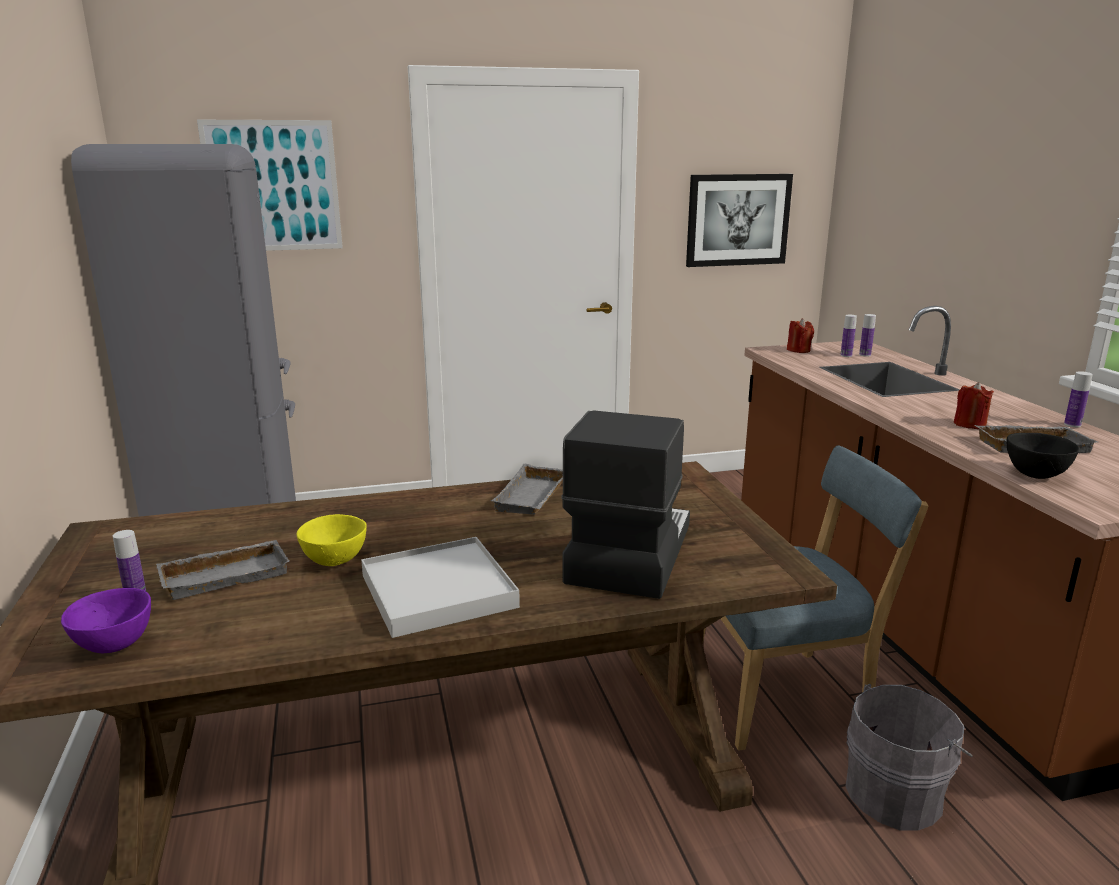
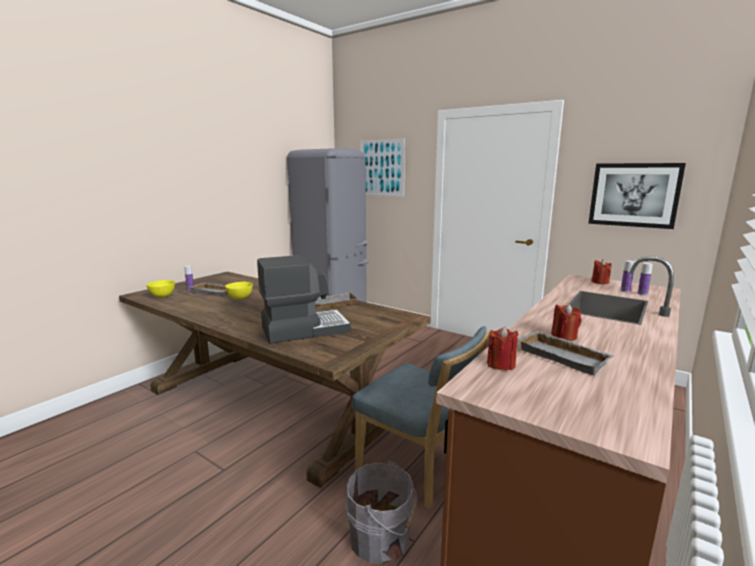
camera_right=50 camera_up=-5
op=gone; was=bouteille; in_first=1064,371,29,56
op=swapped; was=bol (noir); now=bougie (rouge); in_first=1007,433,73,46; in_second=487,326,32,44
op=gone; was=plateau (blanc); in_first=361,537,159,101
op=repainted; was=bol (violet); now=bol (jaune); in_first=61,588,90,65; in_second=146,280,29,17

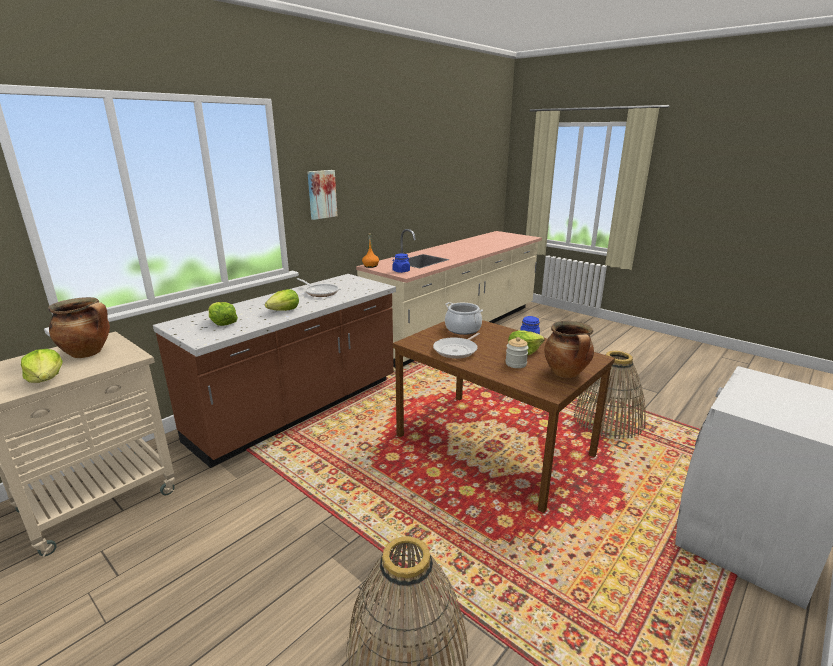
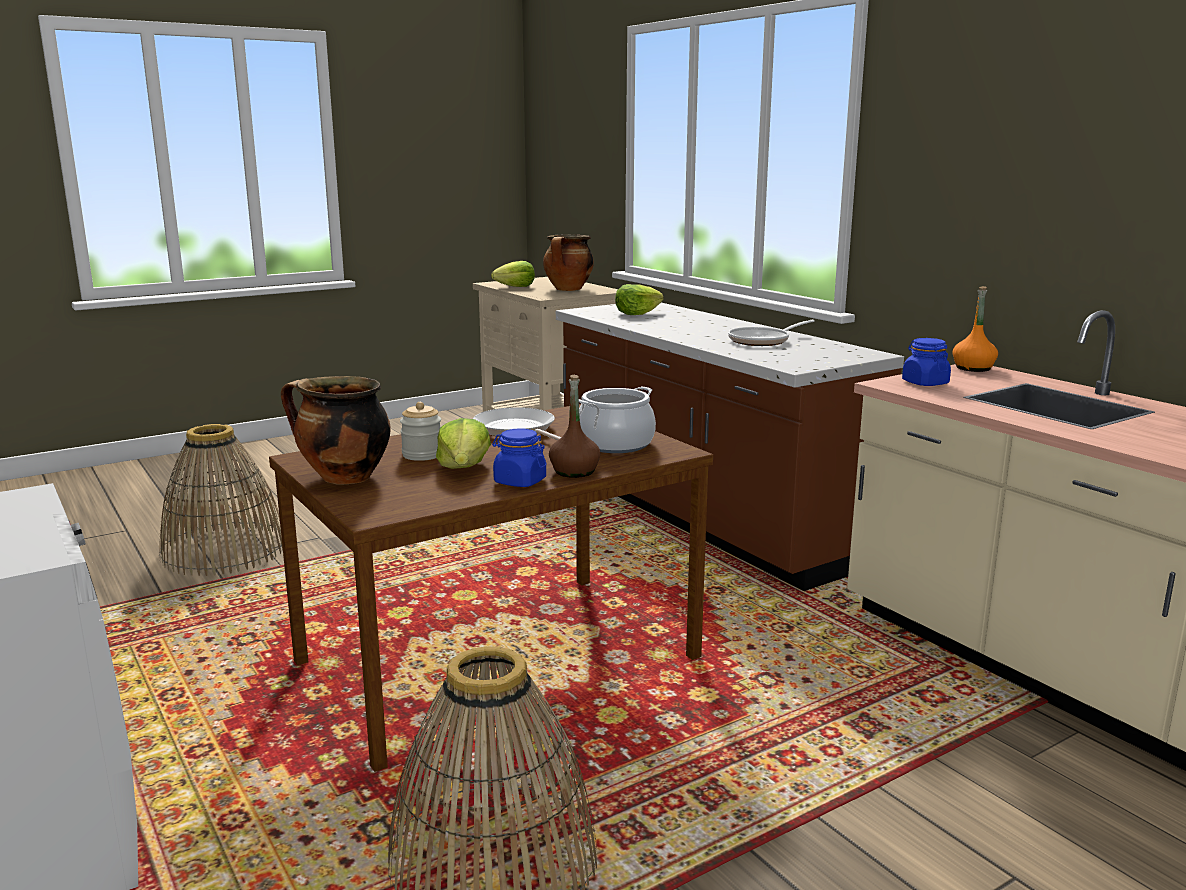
camera_right=105 camera_up=-5
op=gone; was=tableau; in_first=308,170,29,50
op=gone; was=laitue; in_first=265,289,34,22
op=new; now=bouteille (marron); in_second=549,375,51,103

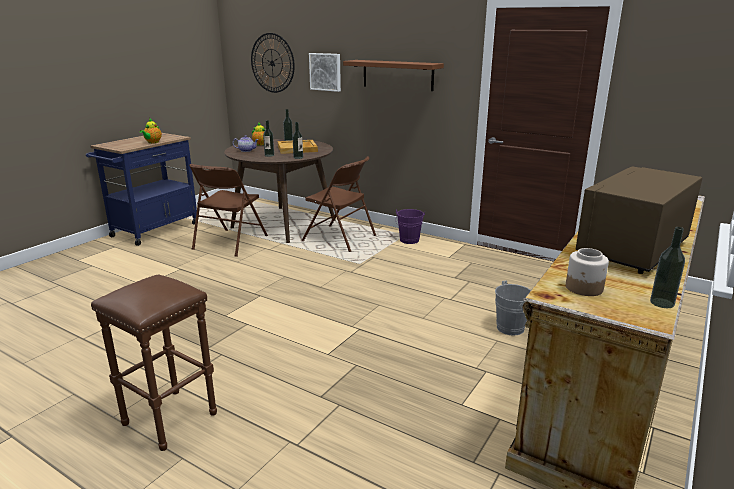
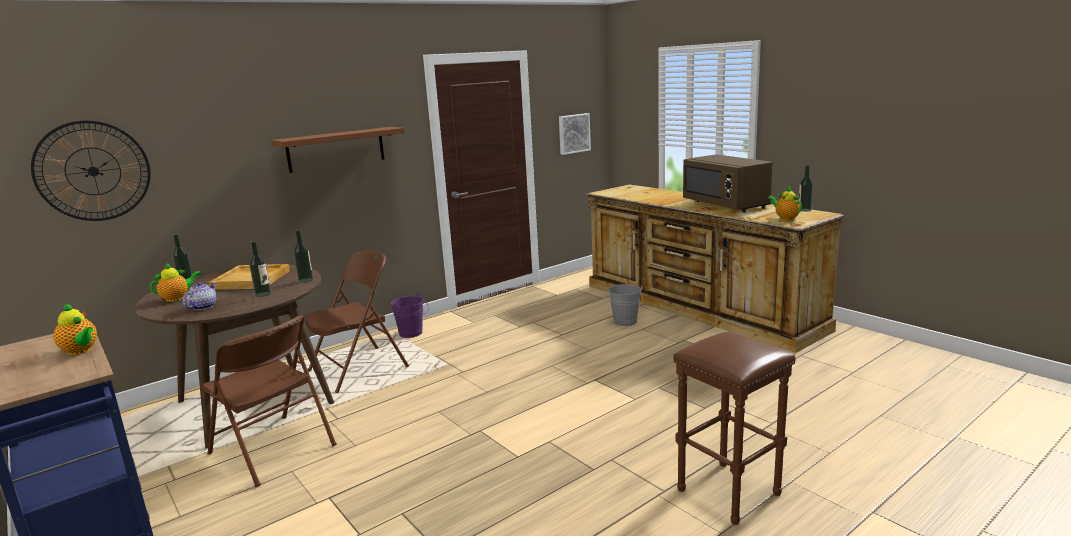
camera_right=-70 camera_up=-5
op=shifted; was=tableau; in_first=309,53,32,39; in_second=559,113,32,42
op=swapped; was=bocal; now=théière; in_first=566,248,43,48; in_second=768,187,34,33

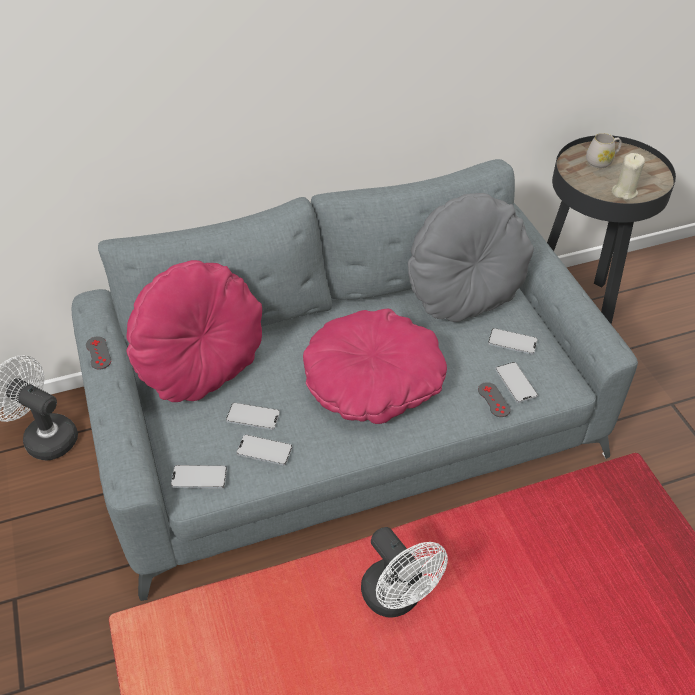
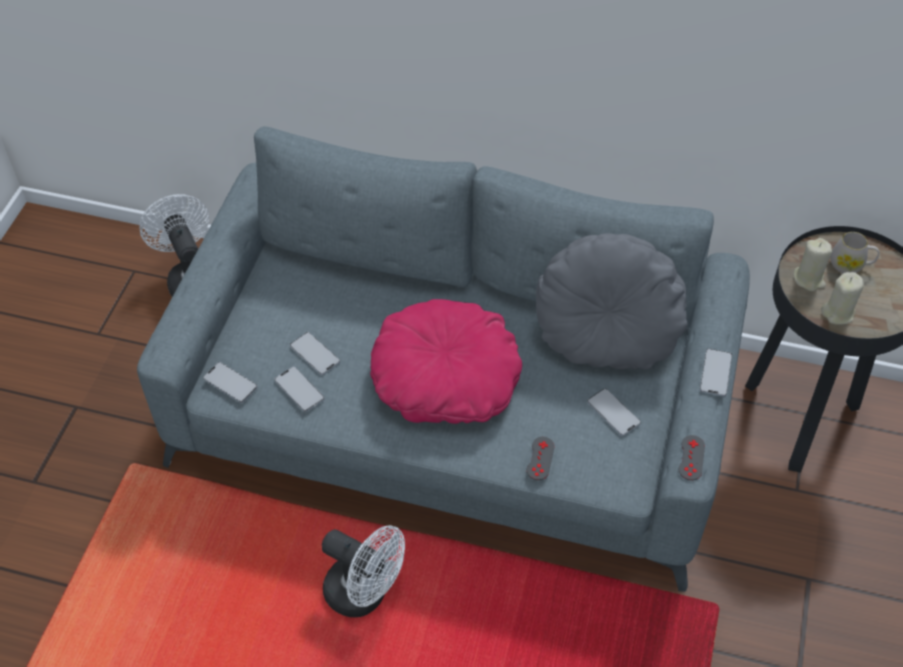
camera_right=35 camera_up=5
op=gone; was=coussin (rose); in_first=126,260,136,142
op=shifted; was=manette (gris); in_first=86,336,25,34; in_second=679,435,26,46
op=shifted; was=téléphone; in_first=495,362,43,41; in_second=700,349,32,48
op=rotated; was=ventilateur (blanc); in_first=361,527,87,91; in_second=322,525,83,92; clockwise=-60
op=new; now=bougie (beige); in_second=794,238,38,53

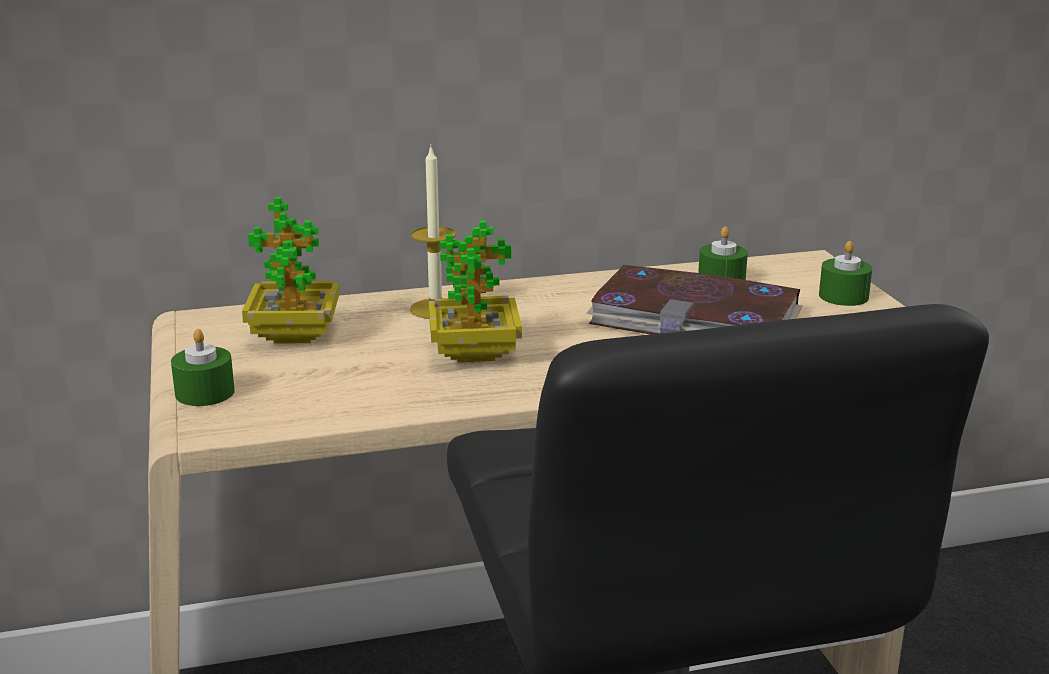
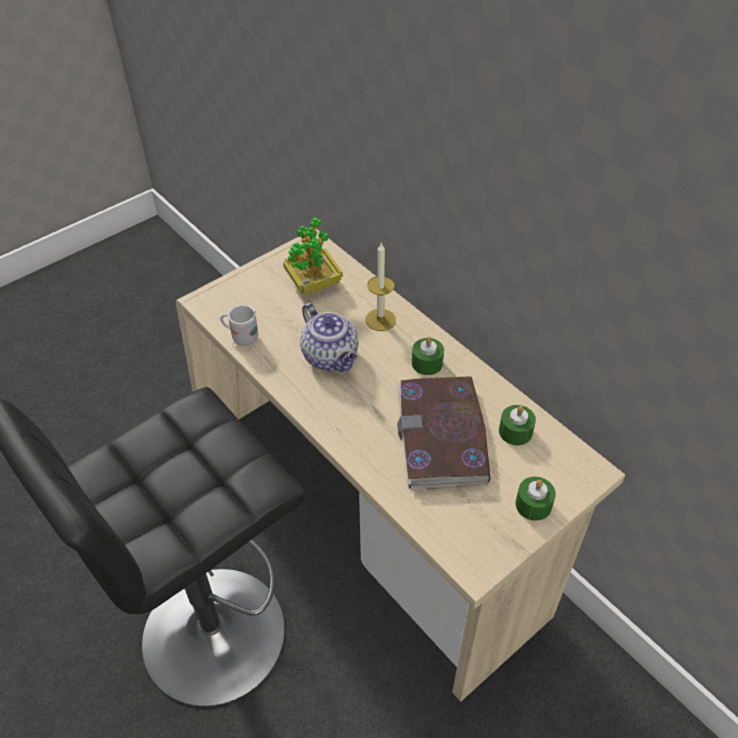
camera_right=65 camera_up=25
op=swapped; was=plante en pot; now=théière; in_first=429,220,93,143; in_second=300,303,59,69
op=shifted; was=bougie (vert); in_first=171,329,64,77; in_second=412,337,32,38
op=new; now=mug (blanc); in_second=220,305,38,41

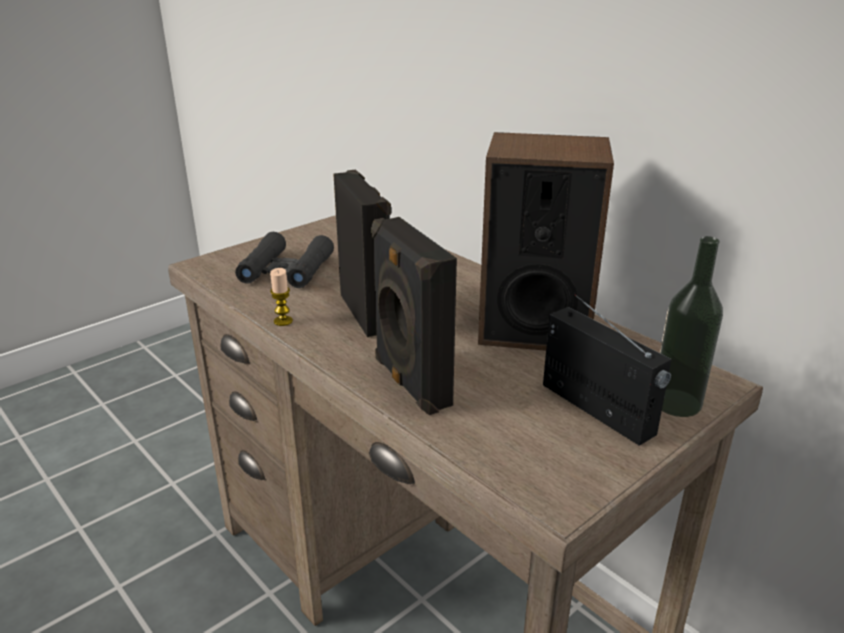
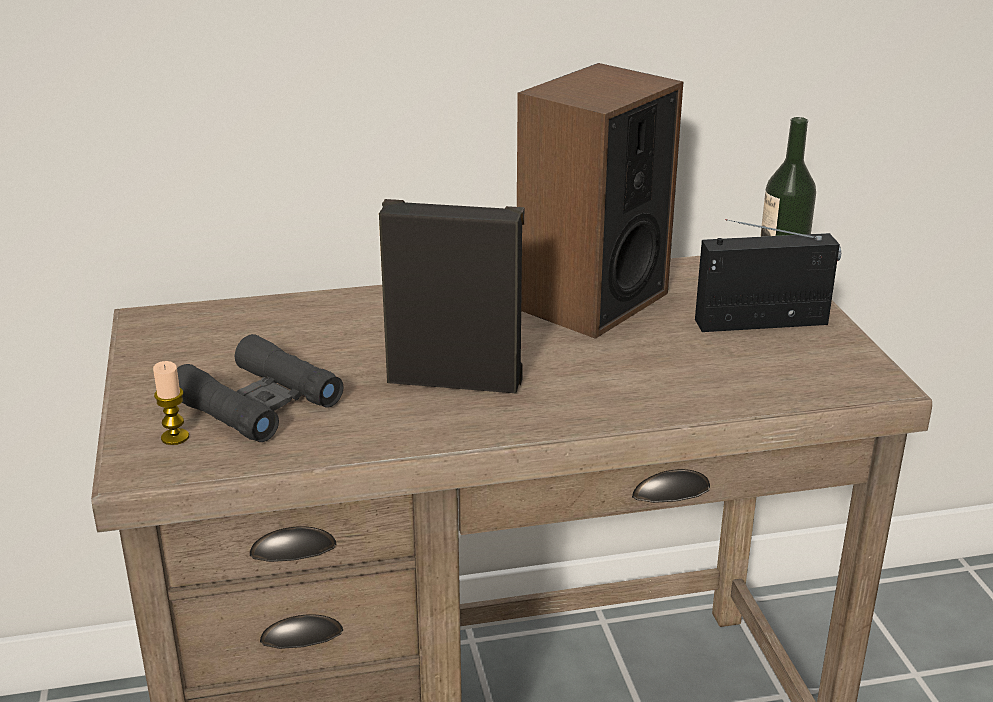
camera_right=-60 camera_up=0
op=gone; was=enceinte (noir); in_first=371,217,86,198
op=shifted; was=bougie; in_first=270,268,23,58; in_second=153,361,36,84

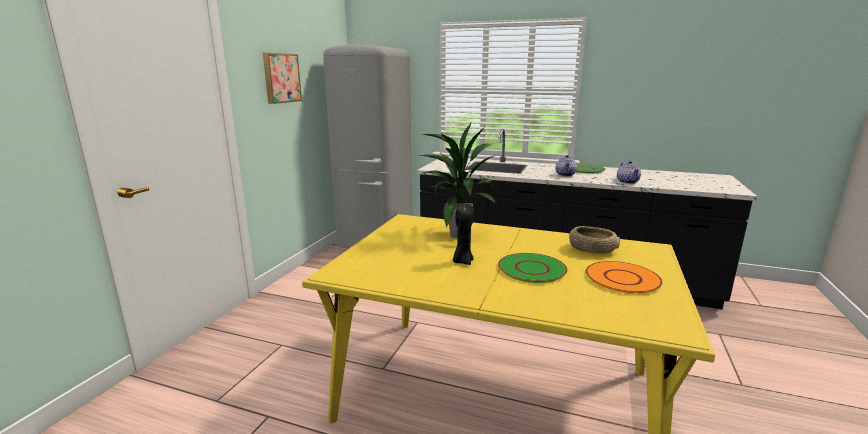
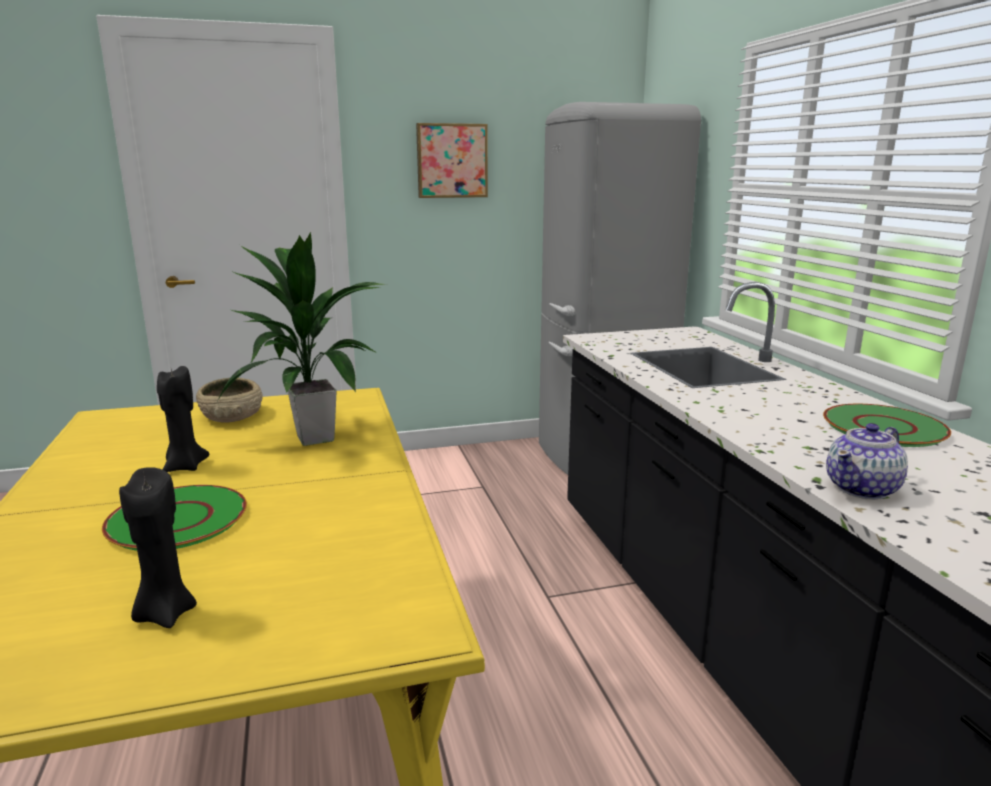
camera_right=55 camera_up=0
op=gone; was=théière; in_first=555,155,22,22
op=shifted; was=bol (beige); in_first=569,226,51,28; in_second=196,378,67,44
op=swapped; was=assiette (orange); now=bougie (noir); in_first=586,261,77,33; in_second=119,467,78,161

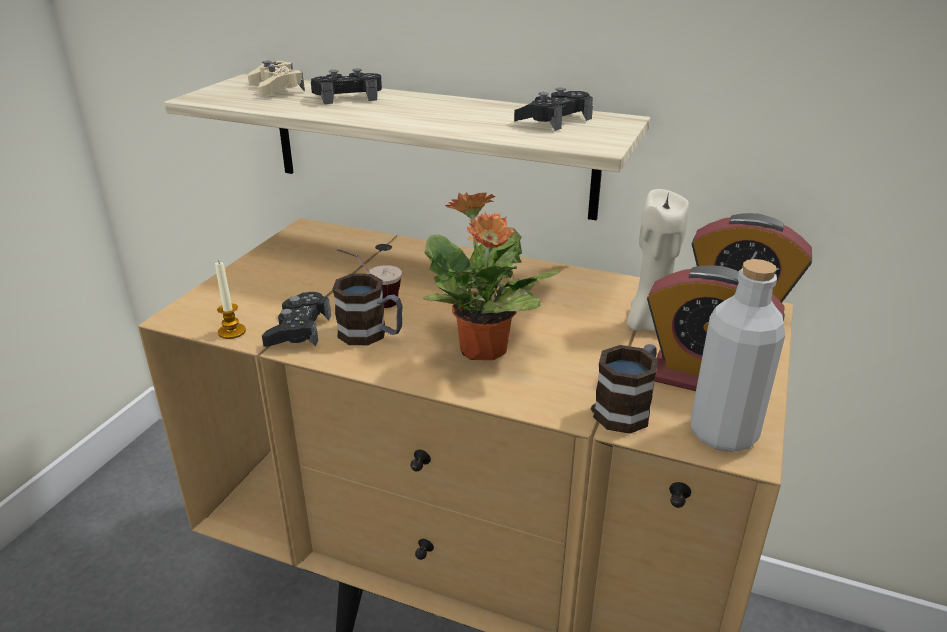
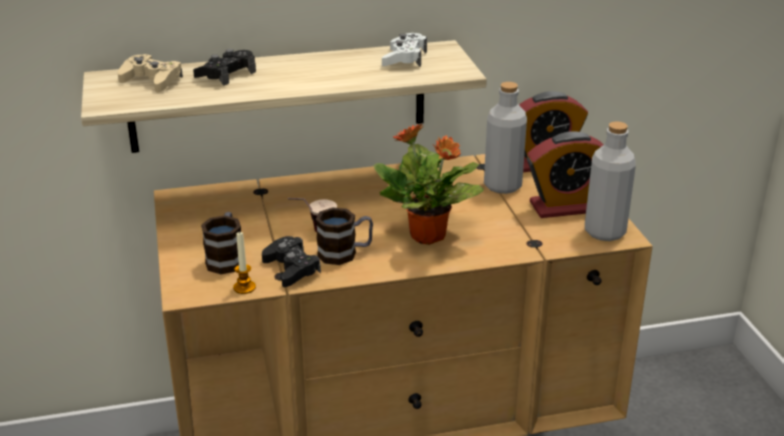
camera_right=-35 camera_up=0
op=repainted; was=manette (noir); now=manette (blanc); in_first=514,87,79,44; in_second=382,33,45,34
op=swapped; was=bougie (beige); now=bouteille (gris); in_first=627,189,62,143; in_second=484,82,43,112
op=shifted; was=mug; in_first=593,344,65,90; in_second=201,212,40,62

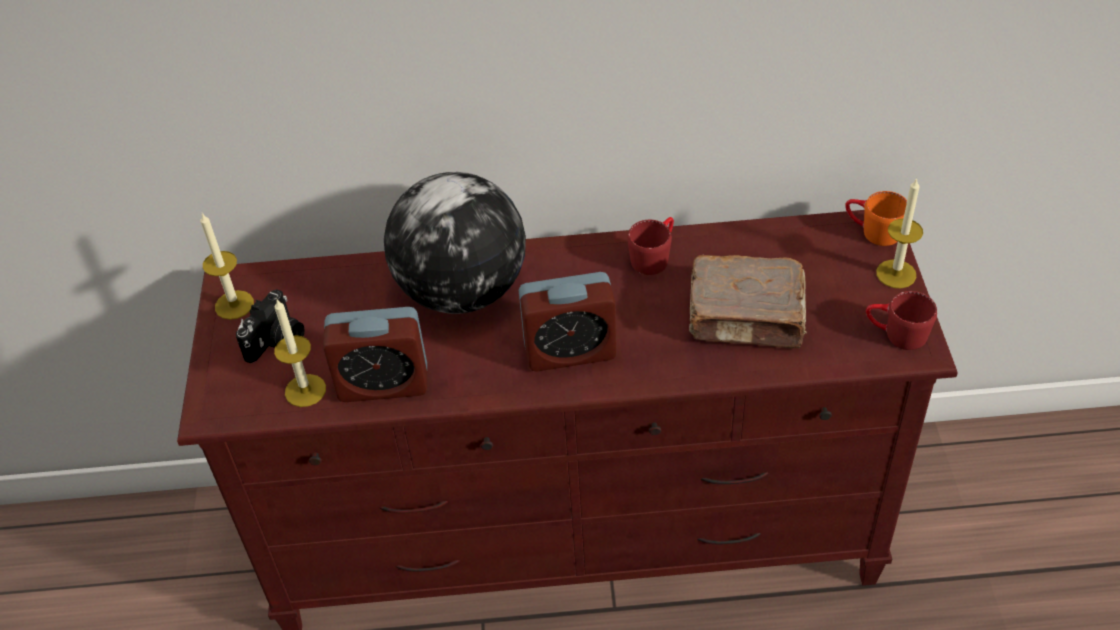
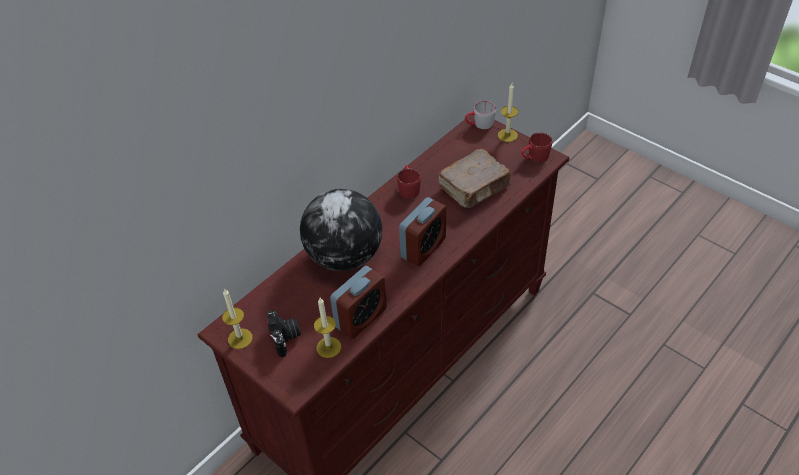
camera_right=-45 camera_up=0
op=repainted; was=mug (orange); now=mug (gris); in_first=845,191,62,55; in_second=465,101,31,28

